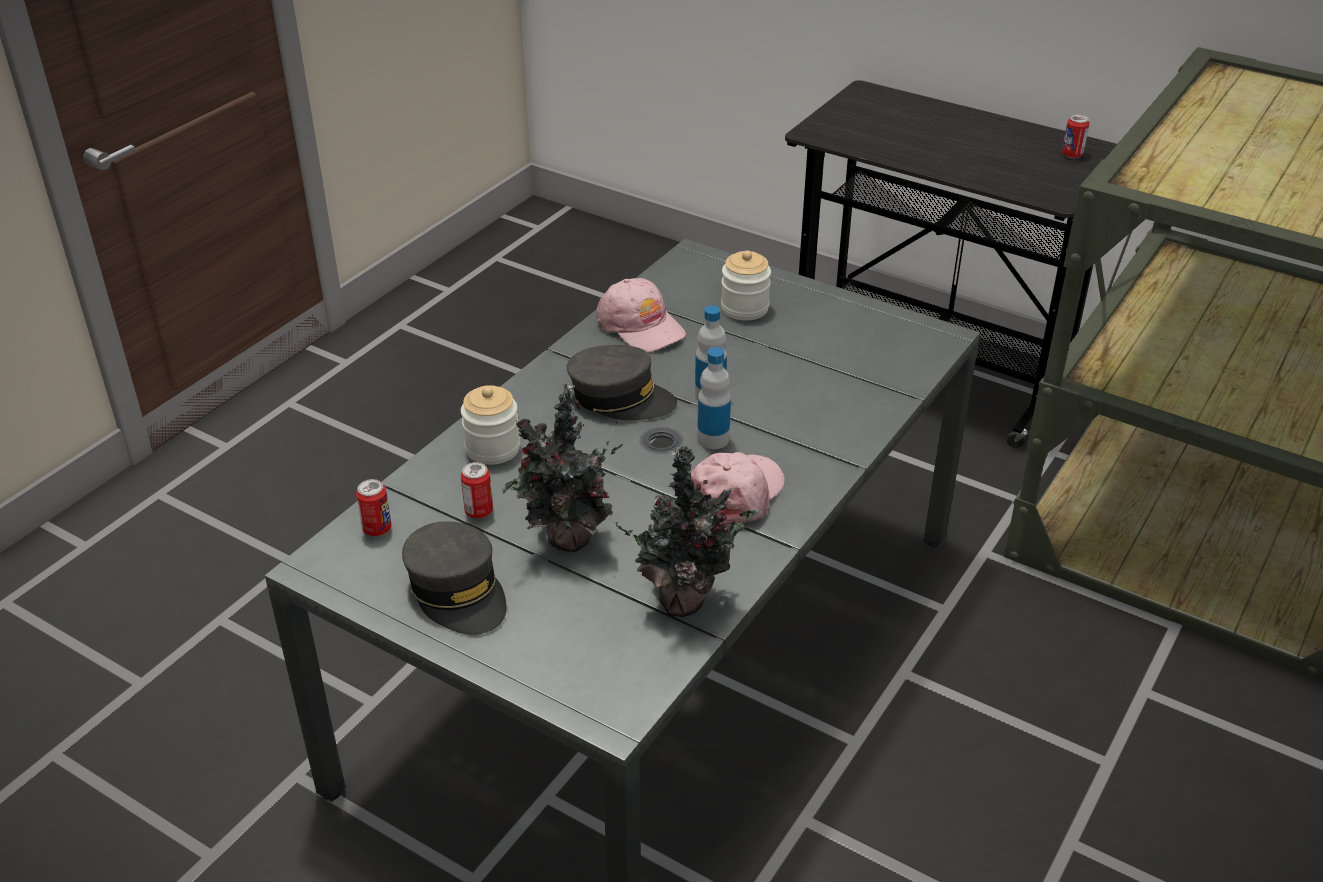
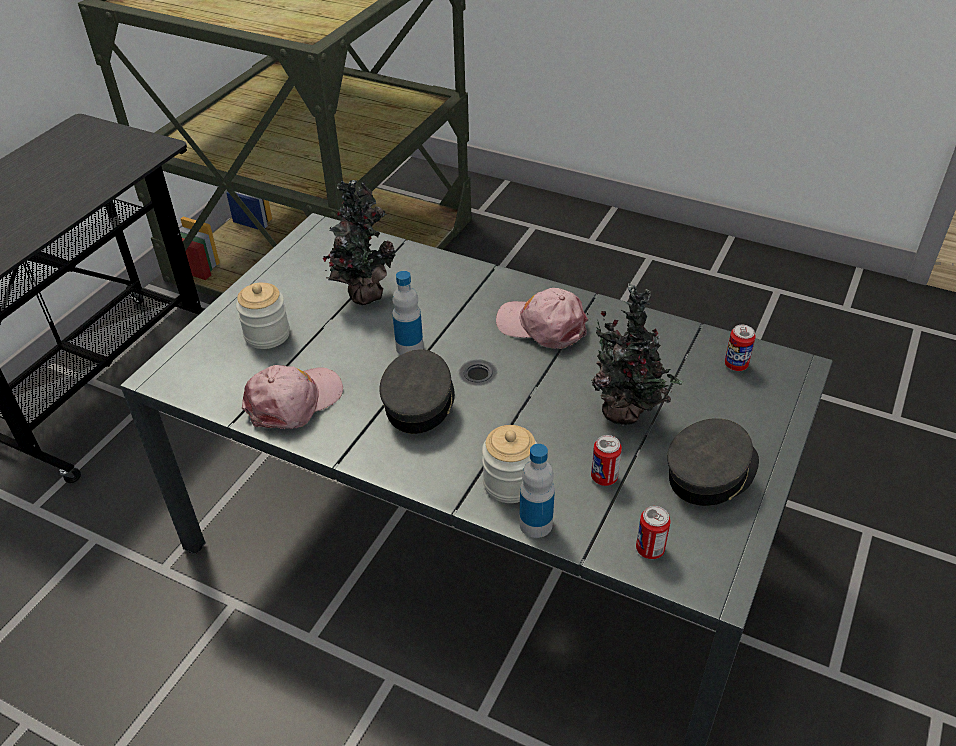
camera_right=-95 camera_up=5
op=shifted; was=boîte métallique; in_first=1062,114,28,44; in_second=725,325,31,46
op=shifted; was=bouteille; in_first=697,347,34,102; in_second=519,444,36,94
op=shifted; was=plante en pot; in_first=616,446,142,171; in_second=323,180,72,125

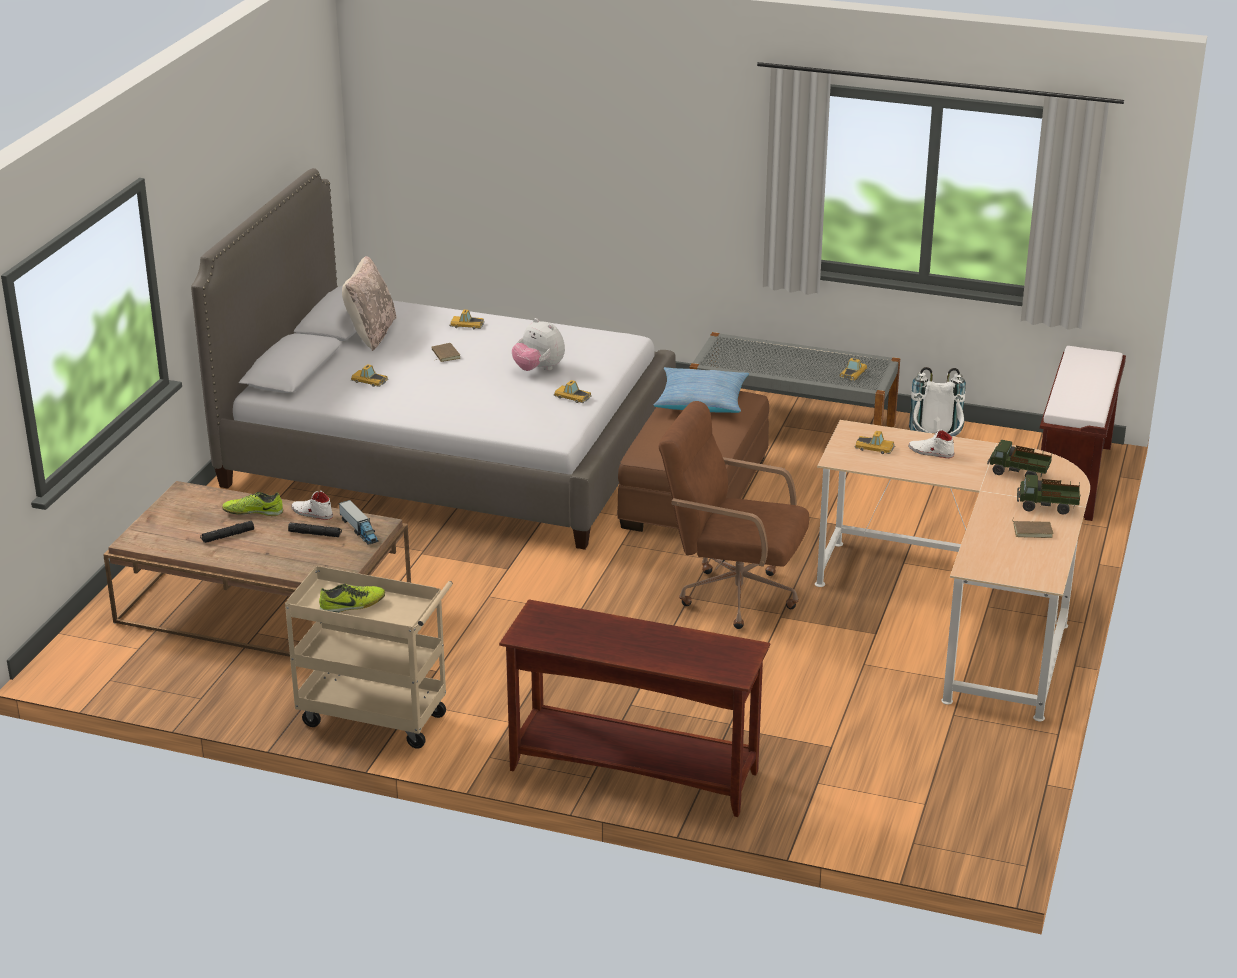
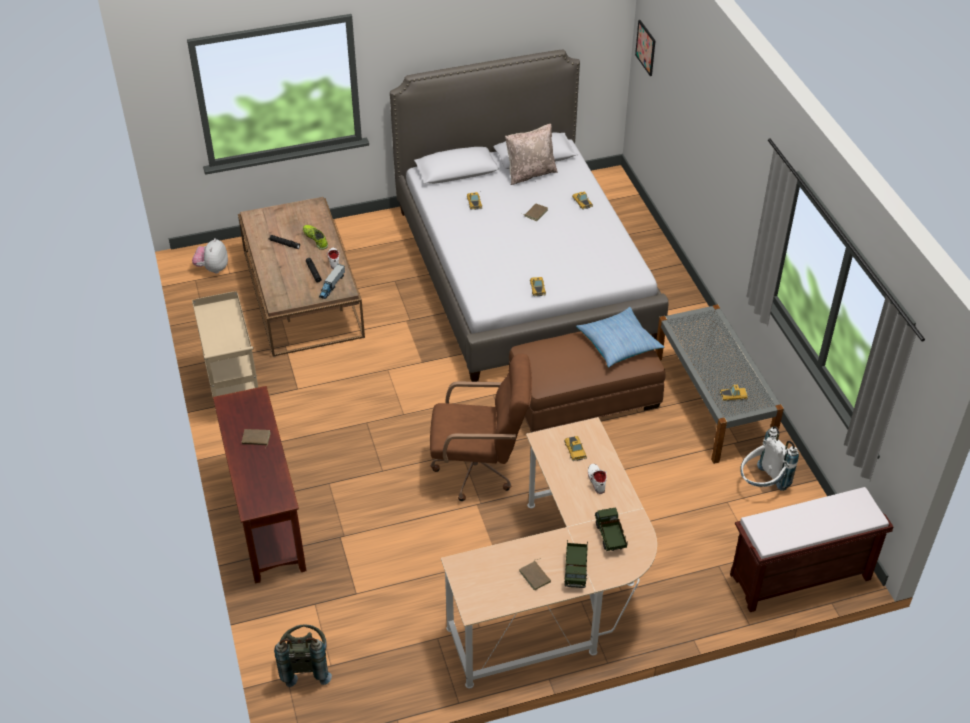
camera_right=55 camera_up=15
op=shifted; was=peluche; in_first=512,318,53,53; in_second=192,238,36,36
op=rotated; was=chaise de bureau (marron); in_first=658,401,151,228; in_second=430,354,102,147; clockwise=105
op=rotated; was=camion jouet; in_first=1017,475,63,39; in_second=565,540,23,48; clockwise=-150
op=gone; was=chaussure; in_first=319,584,66,29
op=new; now=tableau; in_second=635,20,20,56
op=new; now=livre (marron); in_second=242,429,29,17
op=new; now=sac à dos (gris); in_second=274,624,58,63

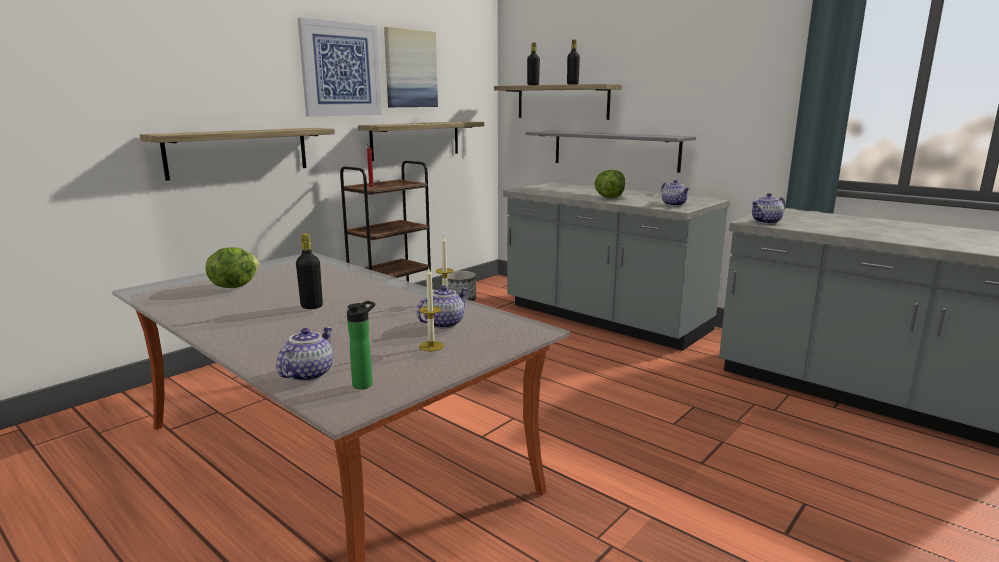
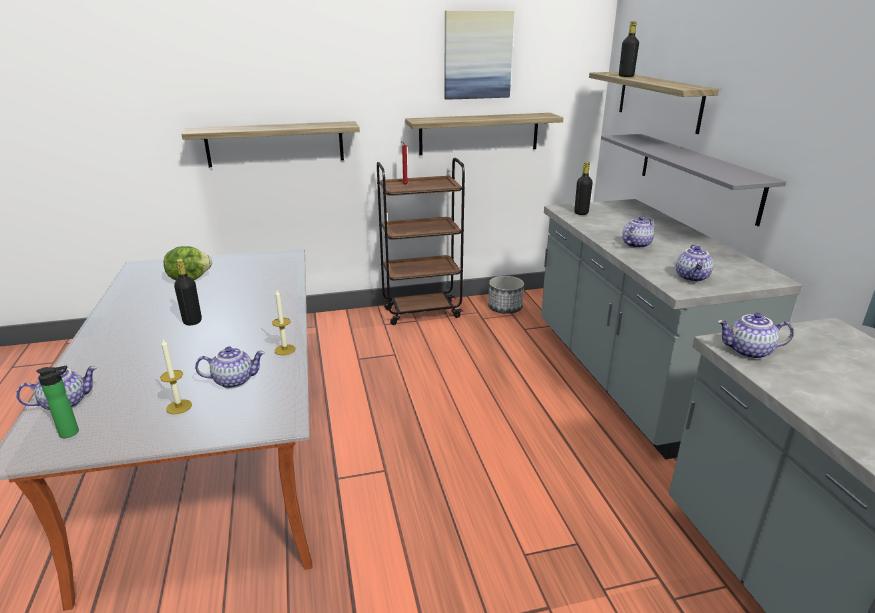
camera_right=35 camera_up=10
op=gone; was=tableau; in_first=298,18,84,99
op=shifted; was=bouteille (noir); in_first=567,39,13,46; in_second=574,162,19,53
op=swapped; was=laitue; now=théière; in_first=595,170,30,28; in_second=622,216,32,32

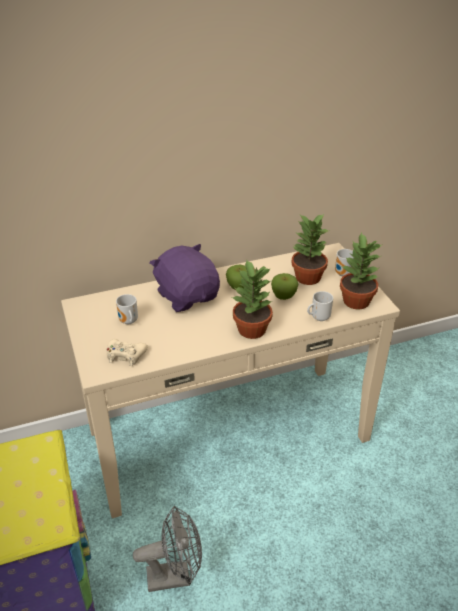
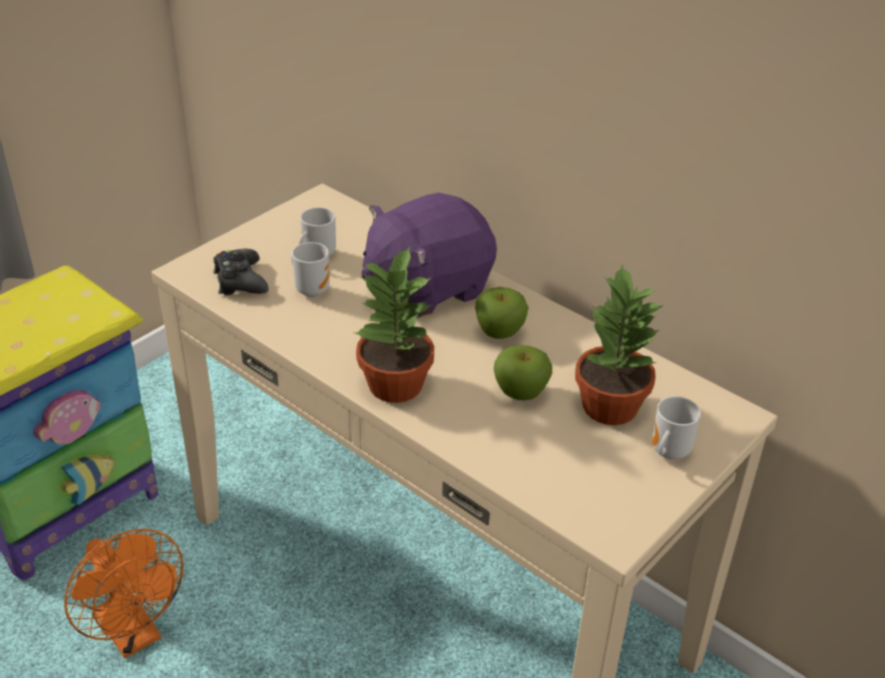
camera_right=60 camera_up=0
op=gone; was=plante en pot; in_first=340,232,43,78
op=rotated; was=peluche (violet); in_first=150,244,70,68; in_second=361,193,136,125; clockwise=-150
op=shifted; was=mug; in_first=307,291,26,30; in_second=291,242,39,55
op=repainted; was=manette (beige); now=manette (noir); in_first=107,339,41,27; in_second=213,249,56,46
op=repainted; was=ventilateur (gris); now=ventilateur (orange); in_first=133,506,69,86; in_second=64,529,119,129

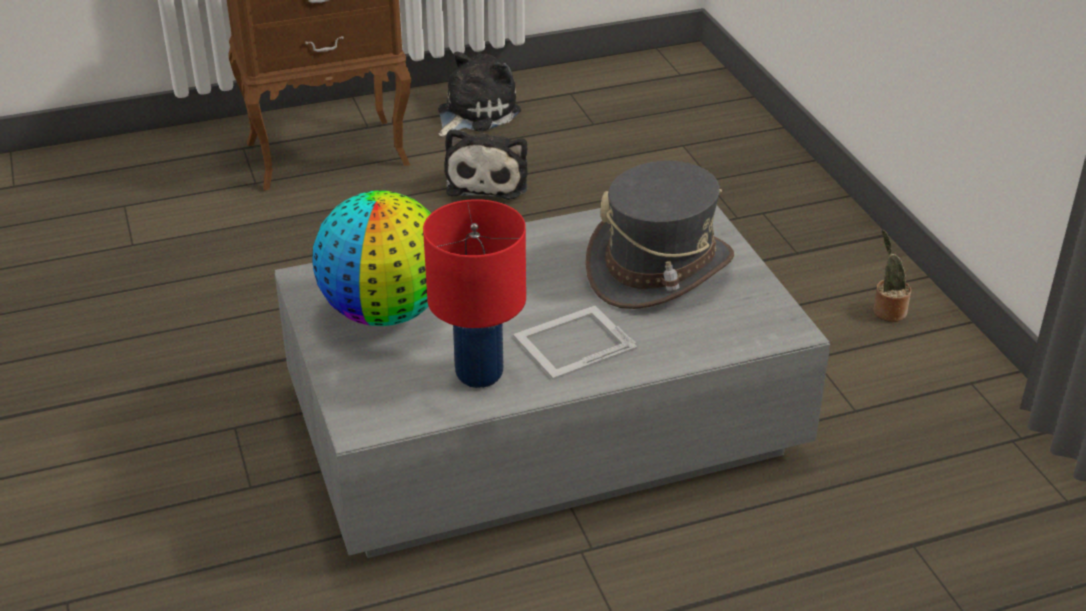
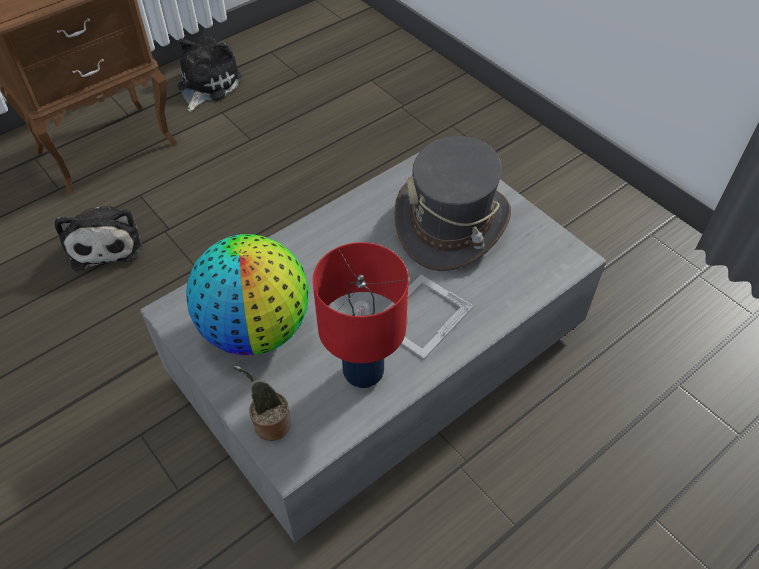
camera_right=-20 camera_up=15
op=shifted; was=peluche; in_first=444,129,84,71; in_second=55,206,87,65
op=shifted; was=plante en pot; in_first=873,229,38,93; in_second=233,366,58,75

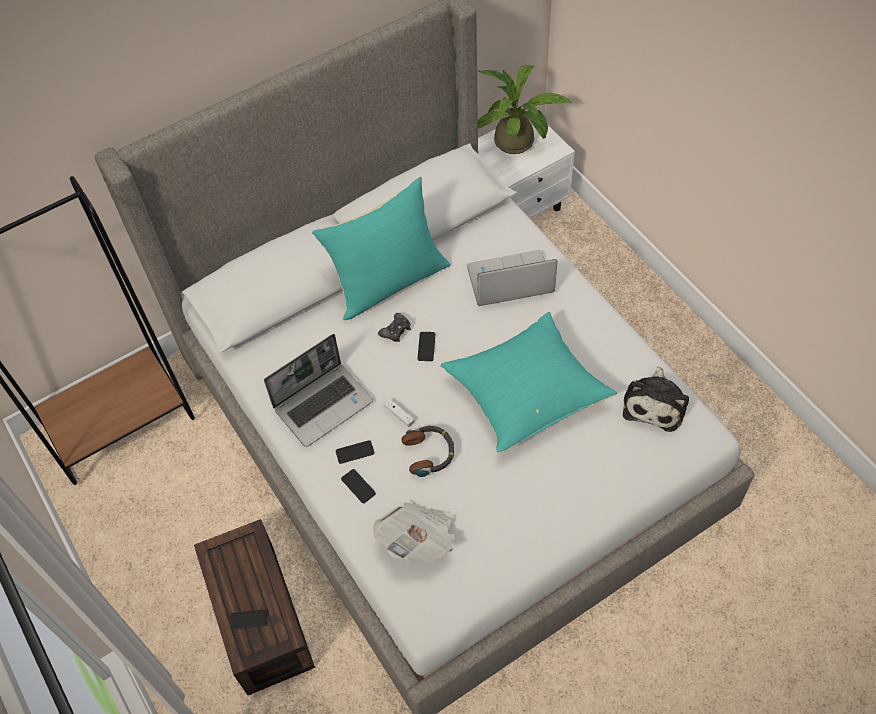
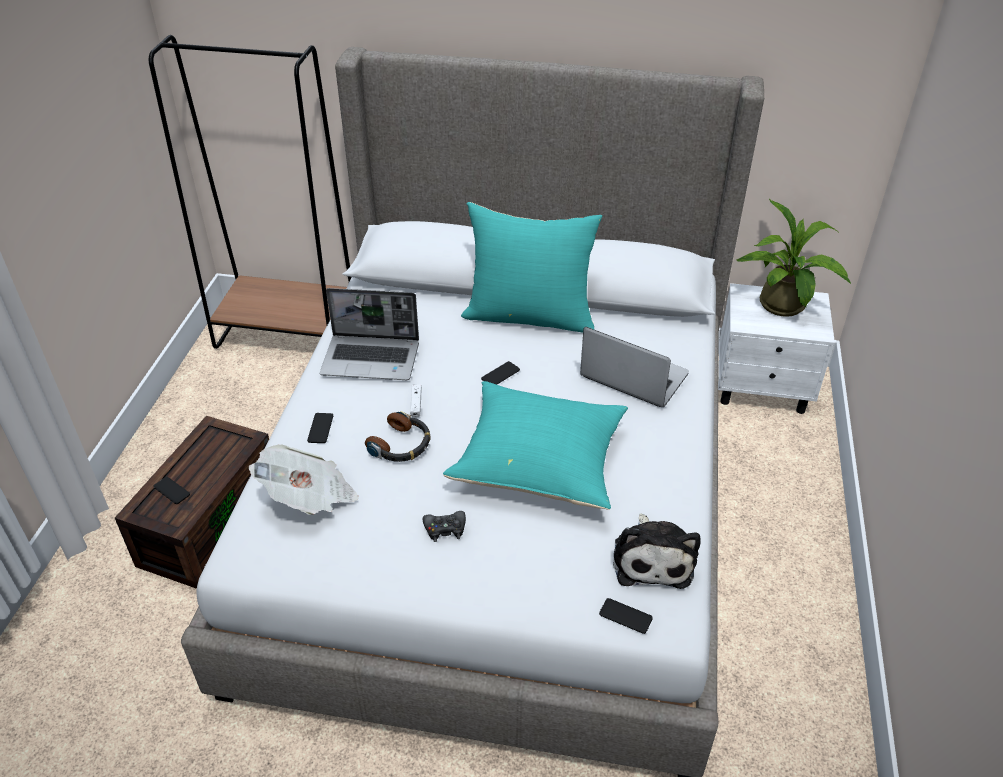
camera_right=40 camera_up=-15
op=shifted; was=manette (noir); in_first=378,313,33,29; in_second=423,511,43,31
op=rotated; was=peluche; in_first=623,366,66,66; in_second=613,513,87,76; clockwise=-60
op=shifted; was=téléphone; in_first=336,440,38,24; in_second=599,598,54,36

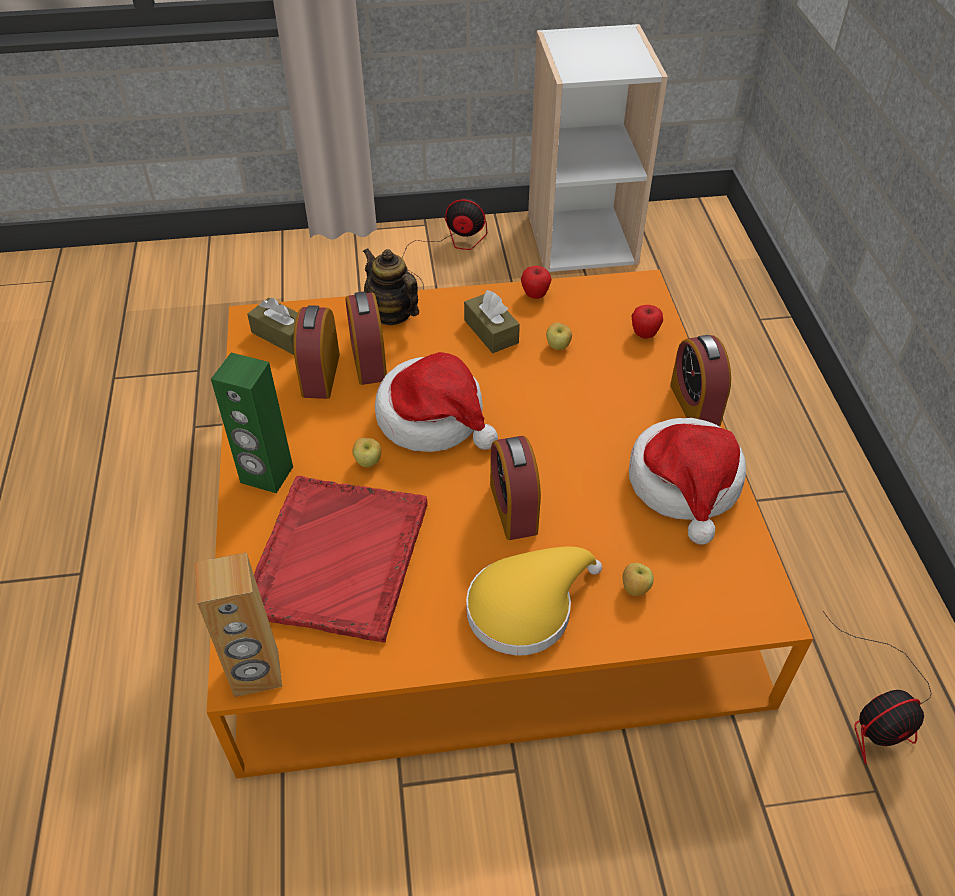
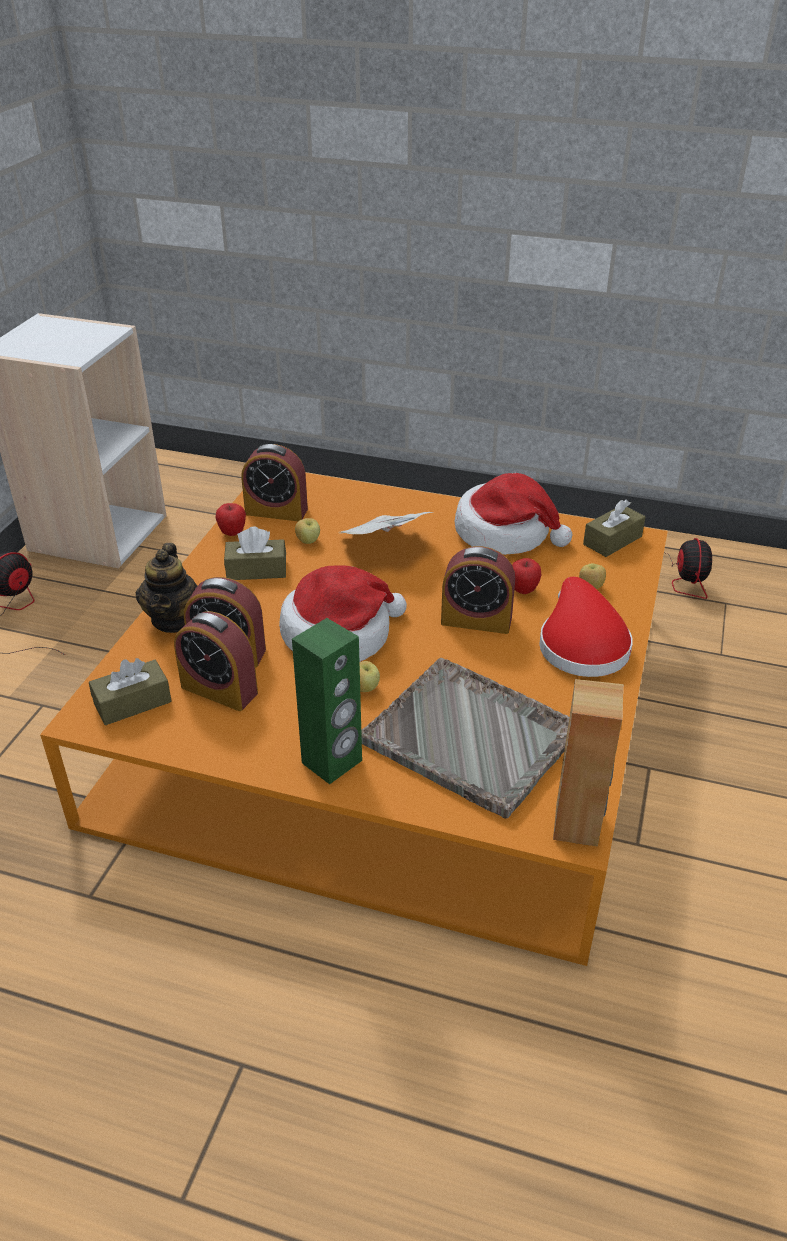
camera_right=-65 camera_up=-10
op=rotated; was=théière; in_first=363,248,56,77; in_second=136,543,62,90; clockwise=-75
op=shifted; was=pomme; in_first=632,305,31,34; in_second=512,558,29,36
op=shifted; was=réveil; in_first=670,335,61,92; in_second=241,444,67,77
op=repainted; was=plateau (rouge); now=plateau (gris); in_first=254,476,174,166; in_second=361,658,208,160
op=repainted; was=chapeau (jaune); now=chapeau (rouge); in_first=466,547,136,109; in_second=539,577,94,100
op=new; now=boîte à mouchoirs (marron); in_second=583,500,62,57
op=new; now=journal; in_second=341,512,91,22

